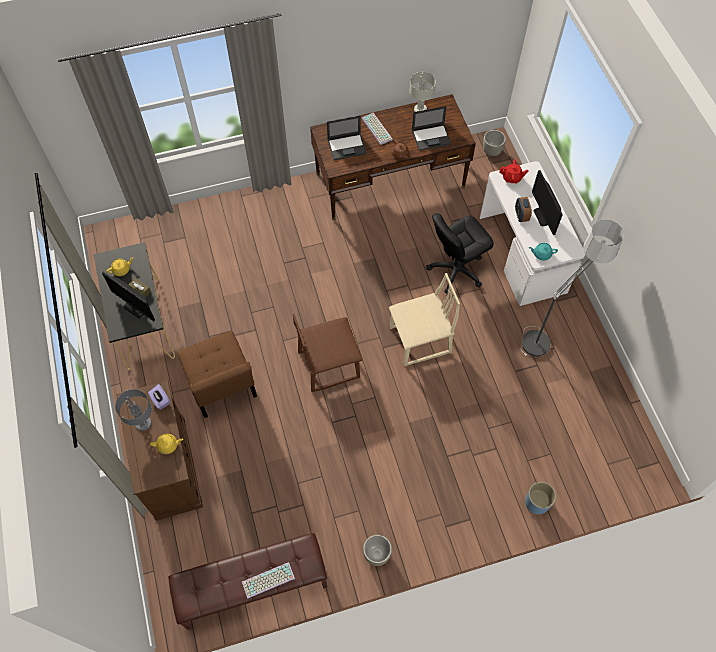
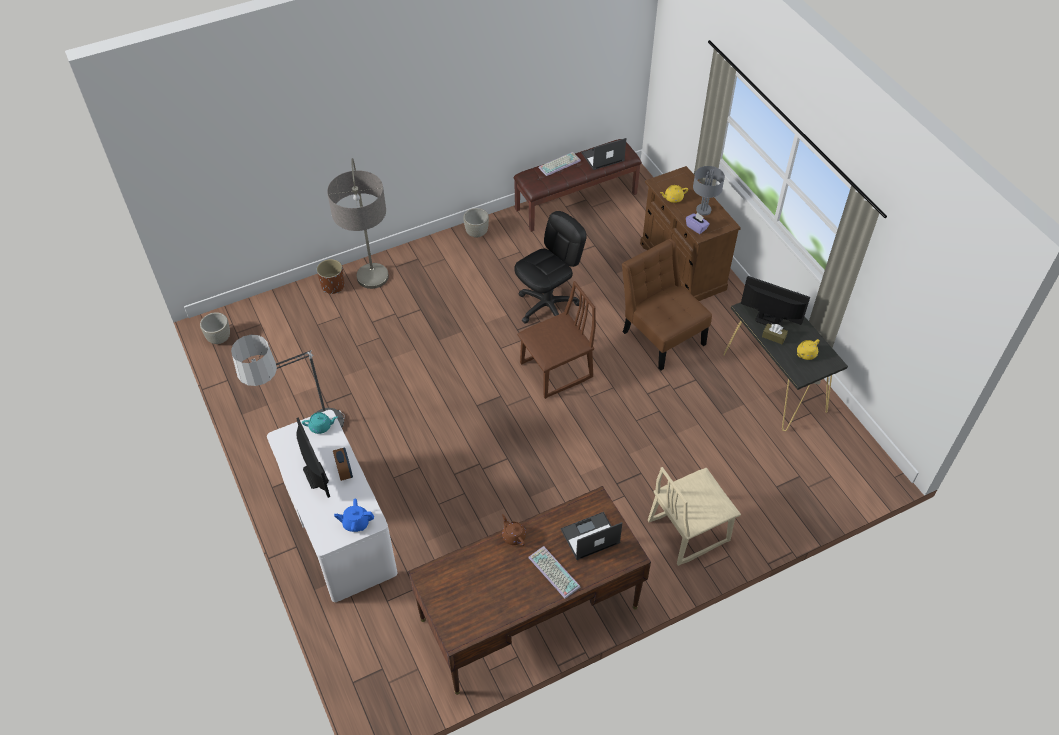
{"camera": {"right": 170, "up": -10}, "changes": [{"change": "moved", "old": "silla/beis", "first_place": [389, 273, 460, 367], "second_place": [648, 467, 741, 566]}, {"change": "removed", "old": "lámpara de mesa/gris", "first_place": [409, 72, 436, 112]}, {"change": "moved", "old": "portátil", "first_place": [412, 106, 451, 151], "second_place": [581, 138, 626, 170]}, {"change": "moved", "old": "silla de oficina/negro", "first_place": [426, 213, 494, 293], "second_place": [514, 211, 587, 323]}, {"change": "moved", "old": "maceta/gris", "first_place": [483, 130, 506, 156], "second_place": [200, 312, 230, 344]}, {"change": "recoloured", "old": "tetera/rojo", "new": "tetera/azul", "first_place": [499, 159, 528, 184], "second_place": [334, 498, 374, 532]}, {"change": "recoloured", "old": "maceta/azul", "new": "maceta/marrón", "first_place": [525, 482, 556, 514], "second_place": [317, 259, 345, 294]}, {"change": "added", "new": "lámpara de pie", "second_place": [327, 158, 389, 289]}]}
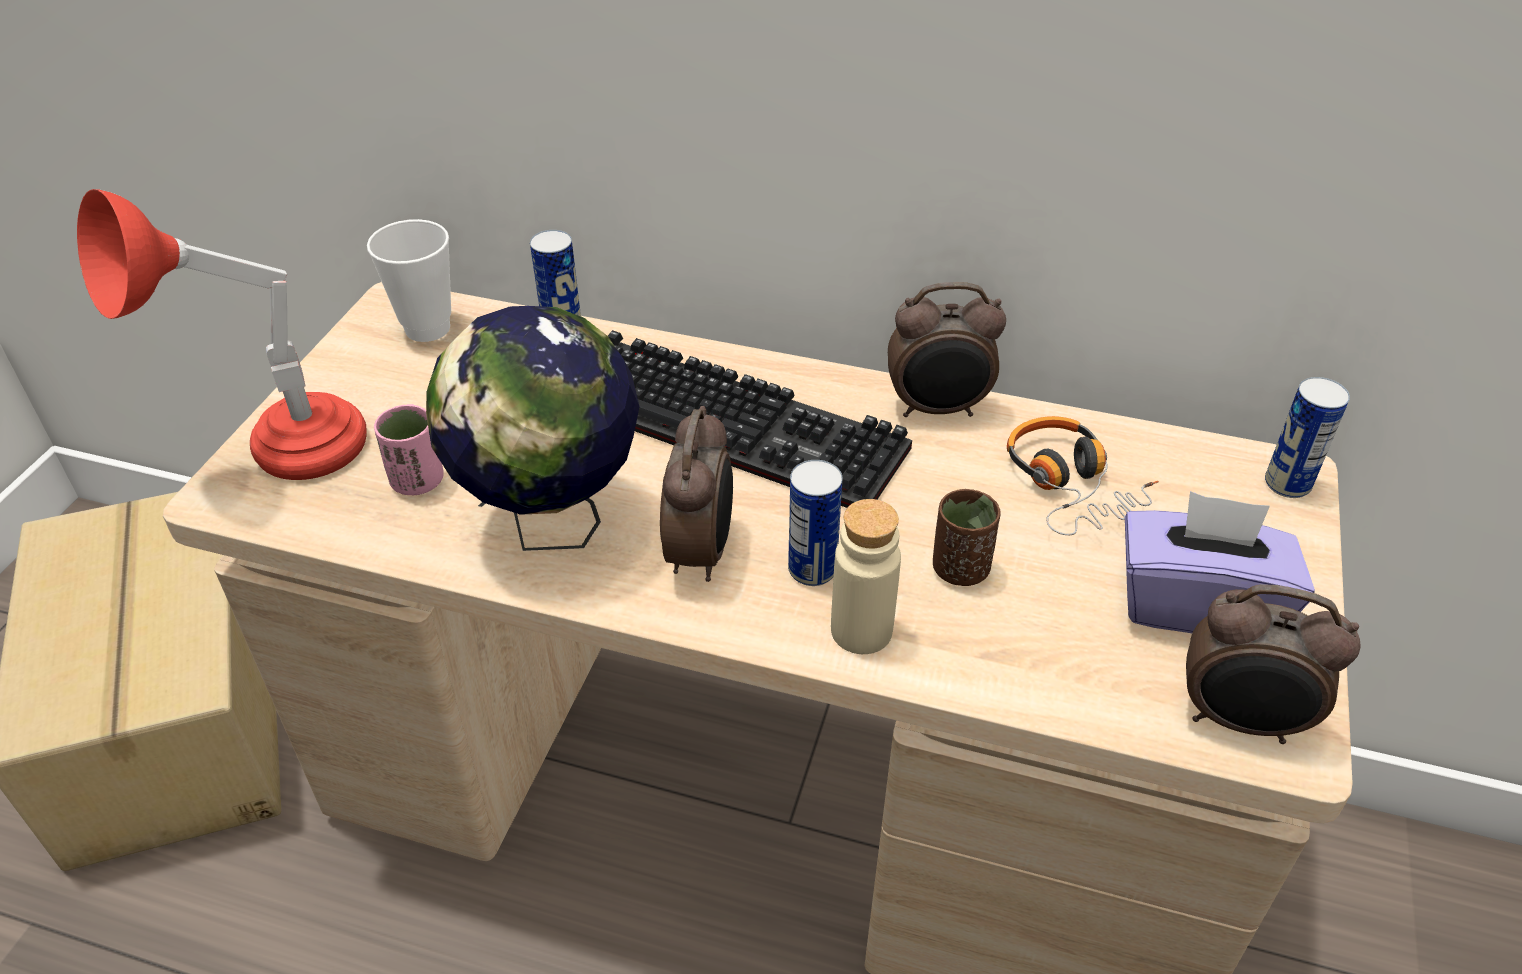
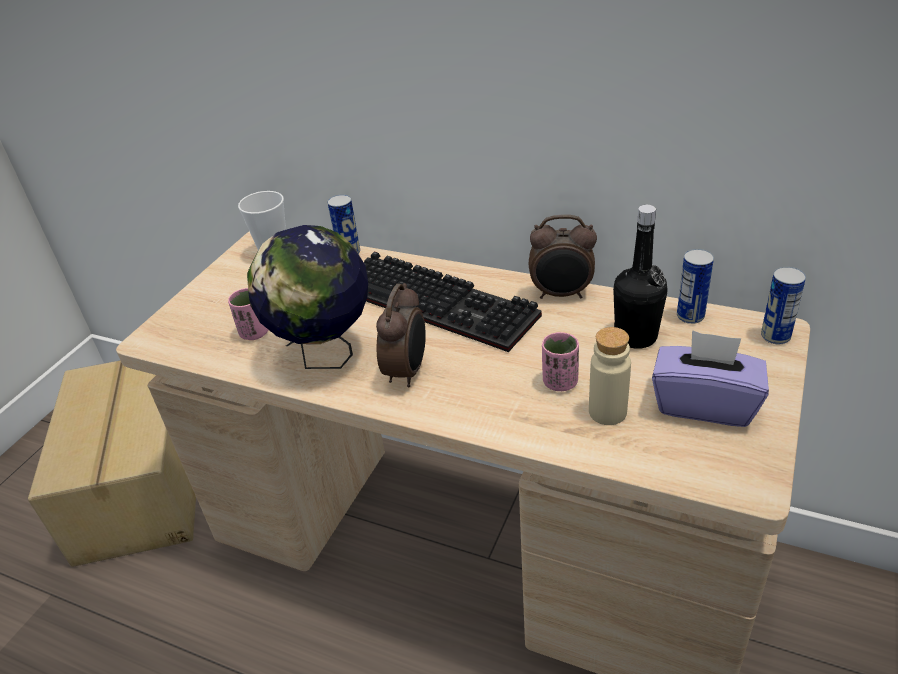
{"camera": {"right": 10, "up": -5}, "changes": [{"change": "removed", "old": "lámpara de mesa/rojo", "first_place": [77, 189, 366, 480]}, {"change": "moved", "old": "lata", "first_place": [788, 460, 843, 586], "second_place": [677, 249, 714, 324]}, {"change": "moved", "old": "botella/beis", "first_place": [831, 499, 901, 654], "second_place": [589, 327, 631, 425]}, {"change": "recoloured", "old": "taza/marrón", "new": "taza/rosa", "first_place": [933, 489, 1001, 586], "second_place": [542, 332, 579, 391]}, {"change": "replaced", "old": "auriculares", "new": "botella/negro", "first_place": [1007, 416, 1159, 535], "second_place": [613, 205, 668, 349]}, {"change": "removed", "old": "despertador", "first_place": [1186, 584, 1361, 744]}]}
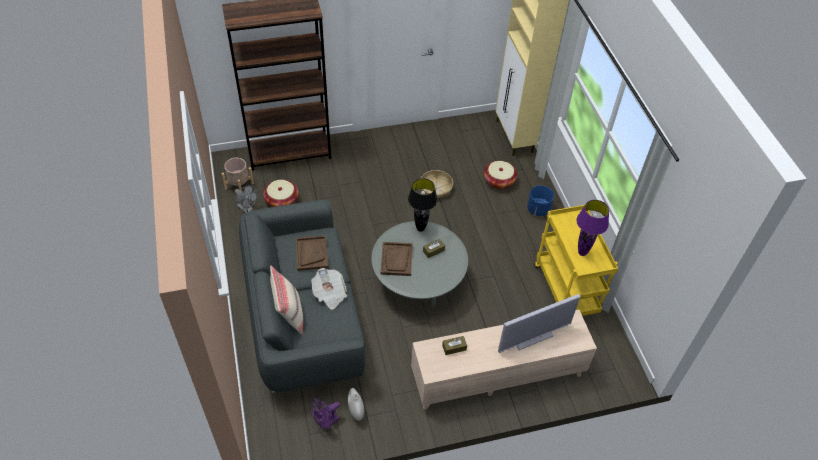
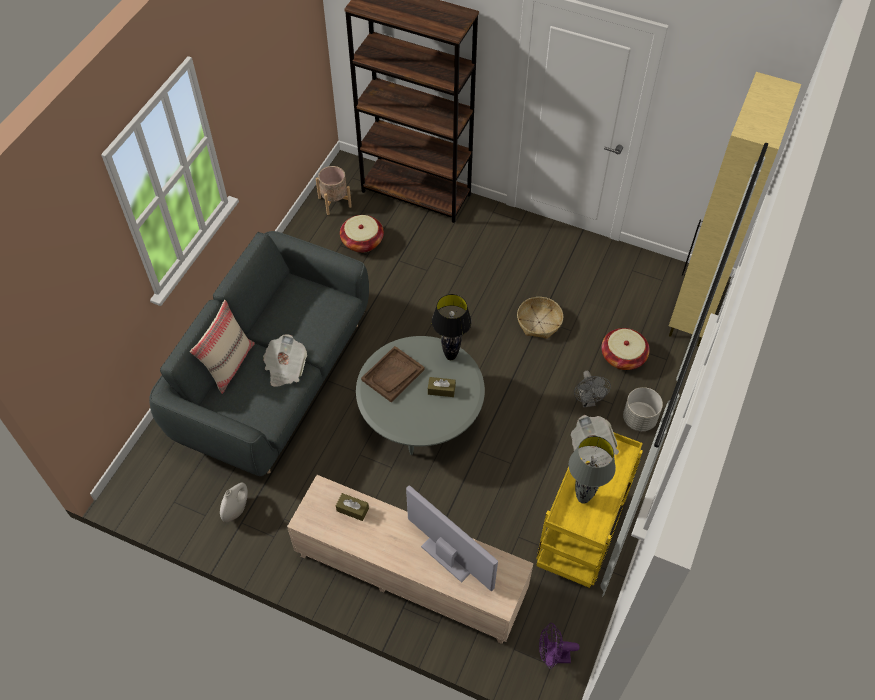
{"camera": {"right": 40, "up": 5}, "changes": [{"change": "moved", "old": "ventilador/gris", "first_place": [235, 185, 258, 213], "second_place": [574, 371, 611, 408]}, {"change": "removed", "old": "bandeja/marrón", "first_place": [296, 235, 329, 271]}, {"change": "moved", "old": "ventilador/morado", "first_place": [311, 398, 340, 430], "second_place": [539, 623, 580, 669]}, {"change": "turned", "old": "televisor", "first_place": [498, 294, 580, 353], "second_place": [406, 485, 498, 591], "degrees": -150}, {"change": "recoloured", "old": "maceta/azul", "new": "maceta/gris", "first_place": [527, 185, 554, 216], "second_place": [623, 387, 663, 431]}, {"change": "recoloured", "old": "lámpara de mesa/morado", "new": "lámpara de mesa/gris", "first_place": [576, 200, 609, 256], "second_place": [569, 436, 616, 504]}, {"change": "added", "new": "periódico", "second_place": [571, 415, 619, 467]}]}
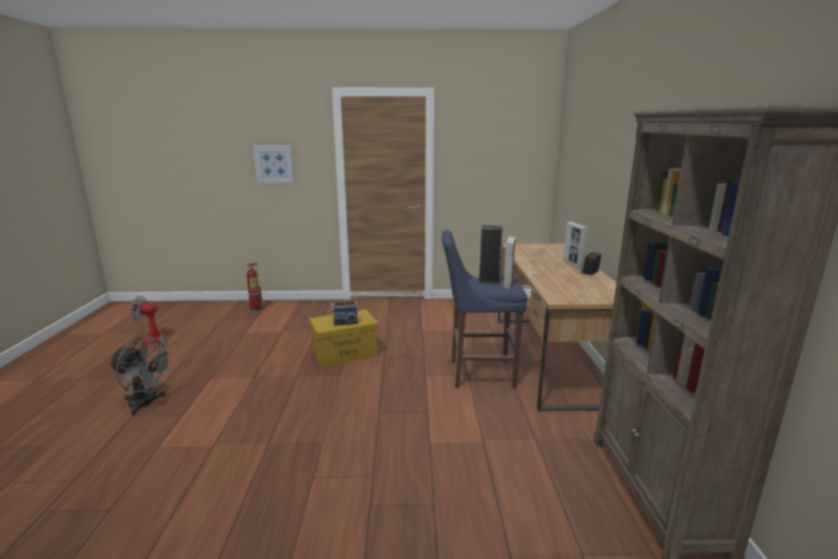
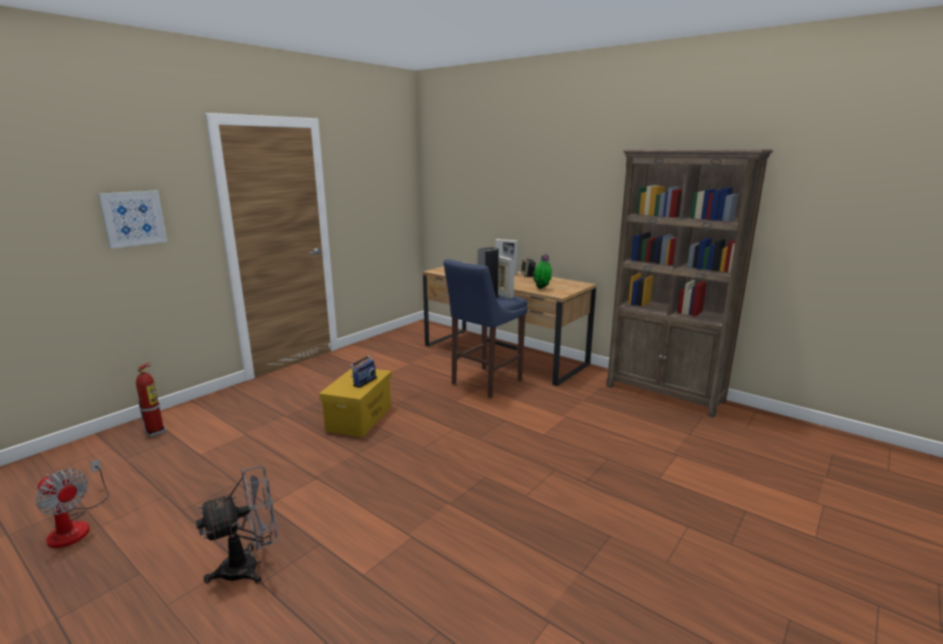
{"camera": {"right": -50, "up": 0}, "changes": [{"change": "turned", "old": "ventilador", "first_place": [130, 296, 170, 355], "second_place": [36, 458, 109, 548], "degrees": -105}, {"change": "added", "new": "planta en maceta", "second_place": [533, 254, 552, 289]}]}
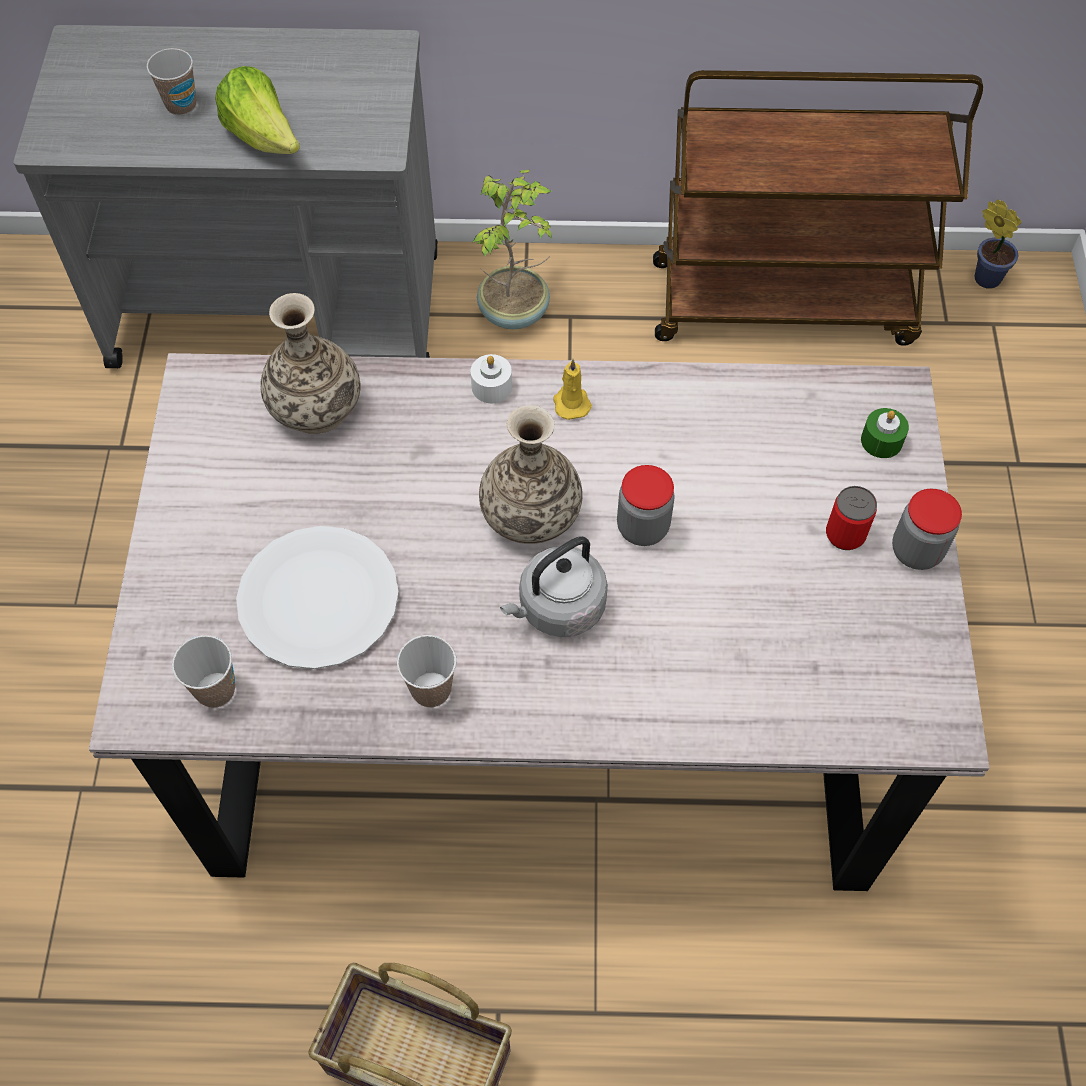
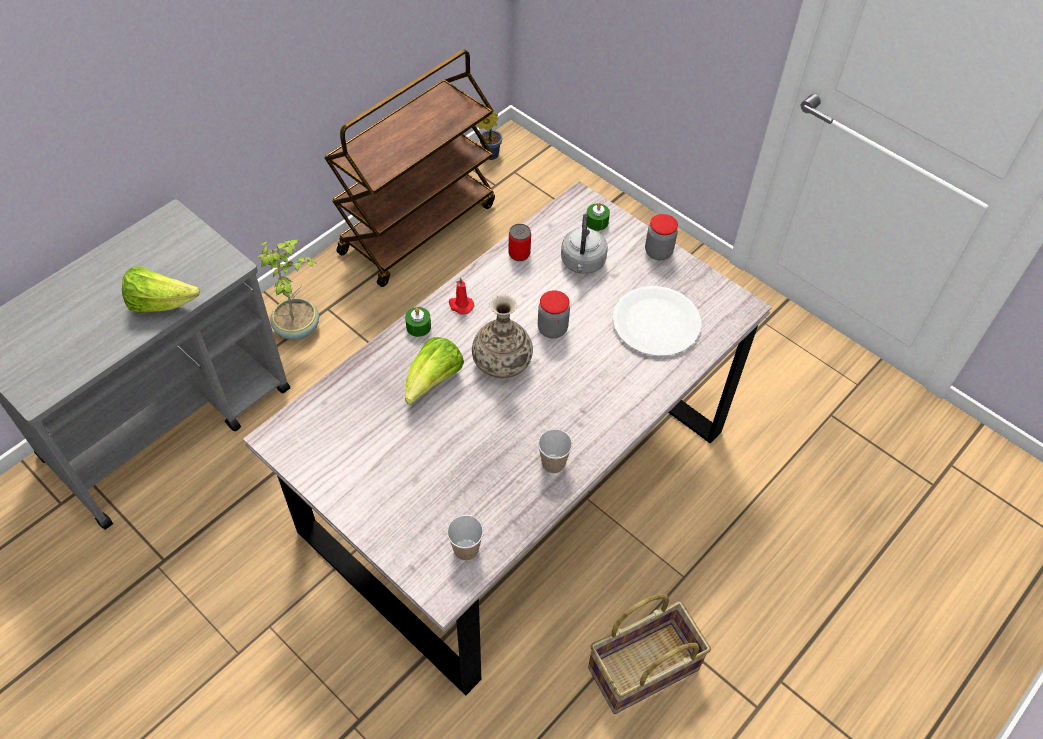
{"camera": {"right": -50, "up": -5}, "changes": [{"change": "removed", "old": "taza", "first_place": [147, 48, 196, 115]}, {"change": "moved", "old": "plato/blanco", "first_place": [236, 526, 399, 669], "second_place": [612, 286, 702, 356]}, {"change": "removed", "old": "florero", "first_place": [260, 293, 361, 434]}, {"change": "recoloured", "old": "vela/blanco", "new": "vela/verde", "first_place": [471, 354, 512, 403], "second_place": [405, 307, 431, 337]}, {"change": "moved", "old": "hervidor/gris", "first_place": [500, 536, 608, 637], "second_place": [561, 214, 608, 274]}, {"change": "recoloured", "old": "vela/amarillo", "new": "vela/rojo", "first_place": [553, 359, 592, 420], "second_place": [449, 277, 474, 315]}, {"change": "moved", "old": "lata", "first_place": [826, 486, 877, 550], "second_place": [508, 224, 531, 261]}, {"change": "added", "new": "lechuga", "second_place": [405, 337, 464, 405]}]}
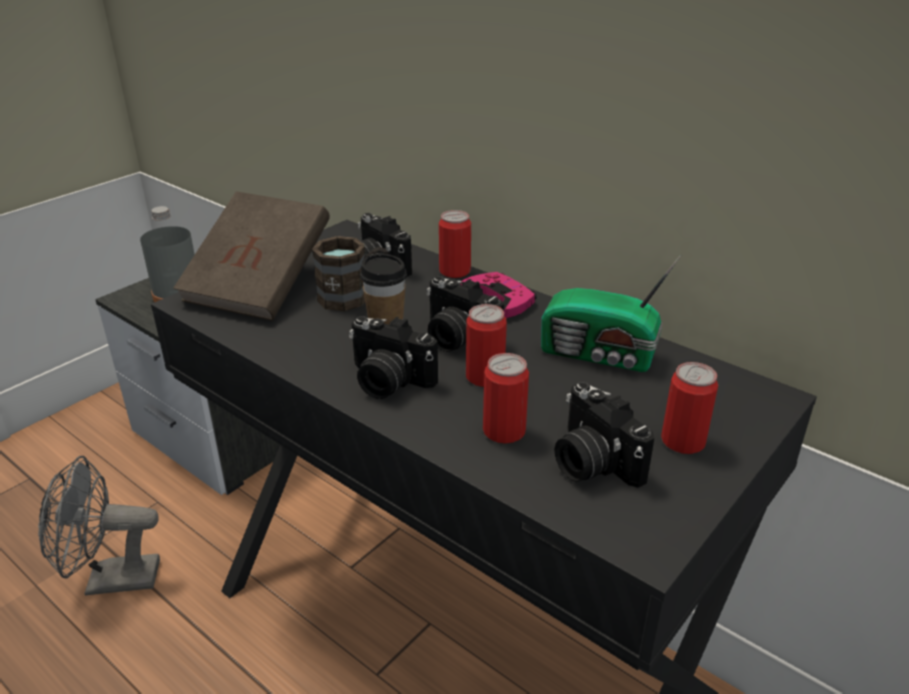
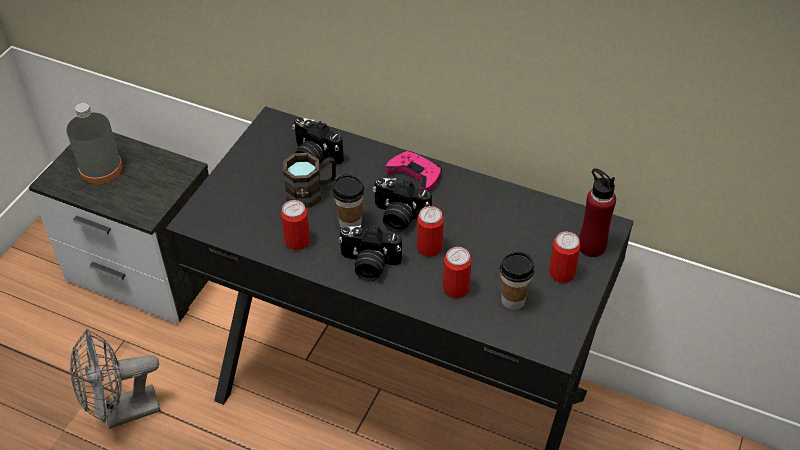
{"camera": {"right": -15, "up": 15}, "changes": [{"change": "removed", "old": "libro/marrón", "first_place": [173, 191, 330, 321]}, {"change": "moved", "old": "lata", "first_place": [439, 210, 471, 278], "second_place": [281, 200, 310, 250]}, {"change": "removed", "old": "radio", "first_place": [541, 255, 681, 372]}, {"change": "replaced", "old": "cámara", "new": "taza", "first_place": [554, 382, 654, 488], "second_place": [500, 251, 535, 310]}, {"change": "added", "new": "botella/rojo", "second_place": [579, 168, 616, 257]}]}
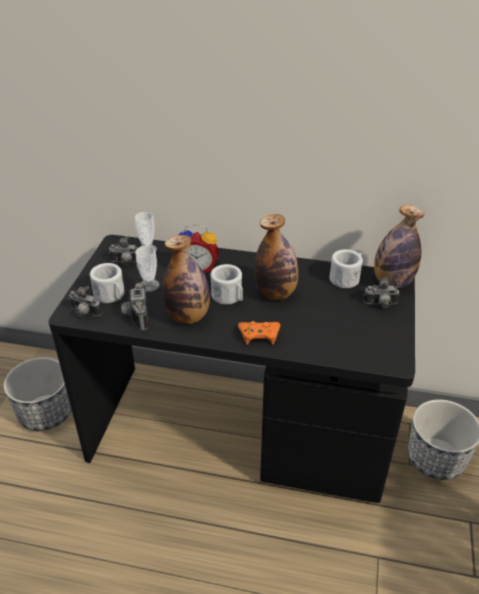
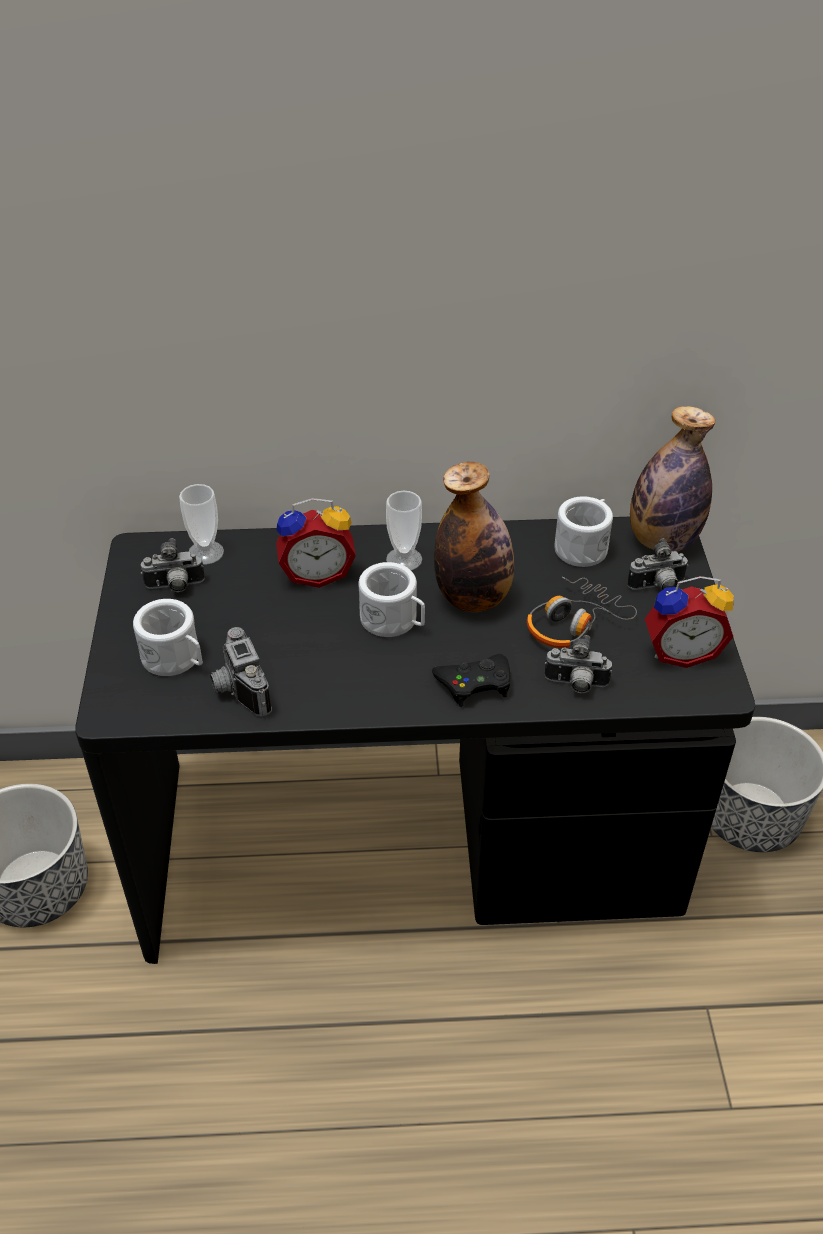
{"camera": {"right": -15, "up": 5}, "changes": [{"change": "moved", "old": "cámara", "first_place": [69, 286, 102, 317], "second_place": [545, 635, 612, 693]}, {"change": "moved", "old": "taza", "first_place": [136, 246, 159, 292], "second_place": [386, 491, 422, 571]}, {"change": "removed", "old": "botella", "first_place": [163, 235, 210, 324]}, {"change": "recoloured", "old": "mando de consola/naranja", "new": "mando de consola/negro", "first_place": [238, 321, 281, 345], "second_place": [432, 654, 510, 707]}, {"change": "added", "new": "auriculares", "second_place": [527, 576, 637, 648]}, {"change": "added", "new": "despertador", "second_place": [645, 576, 734, 668]}]}
